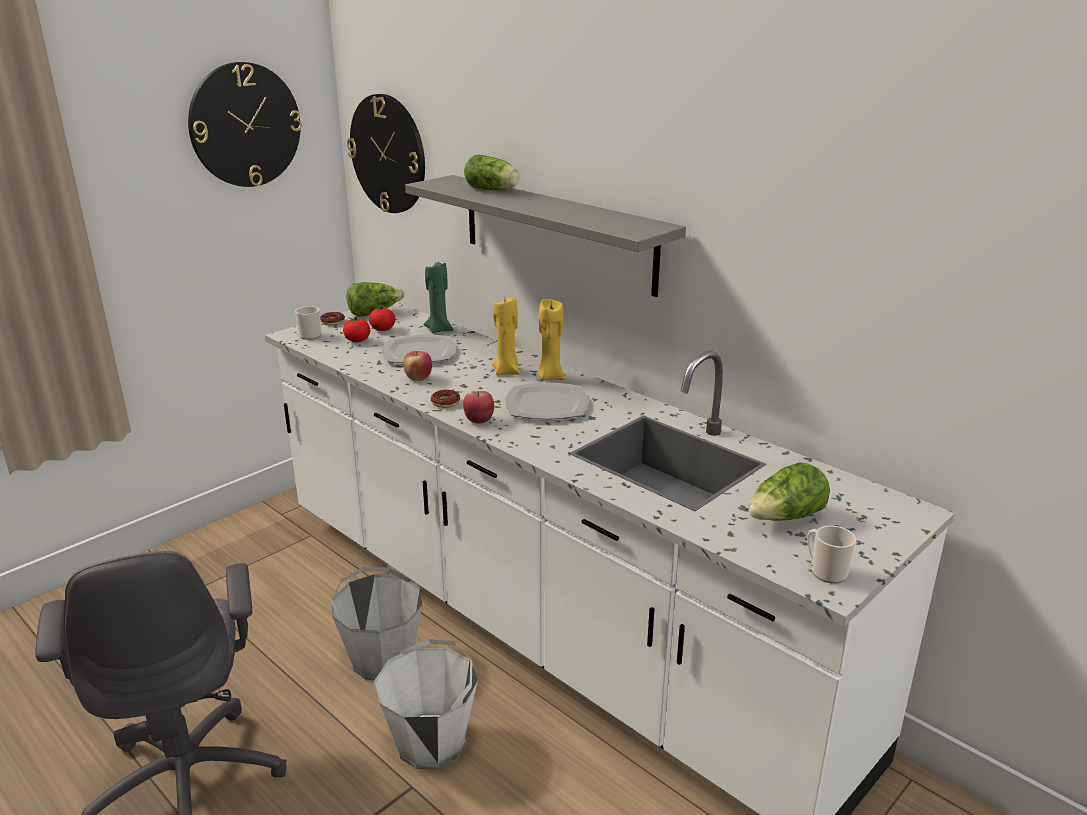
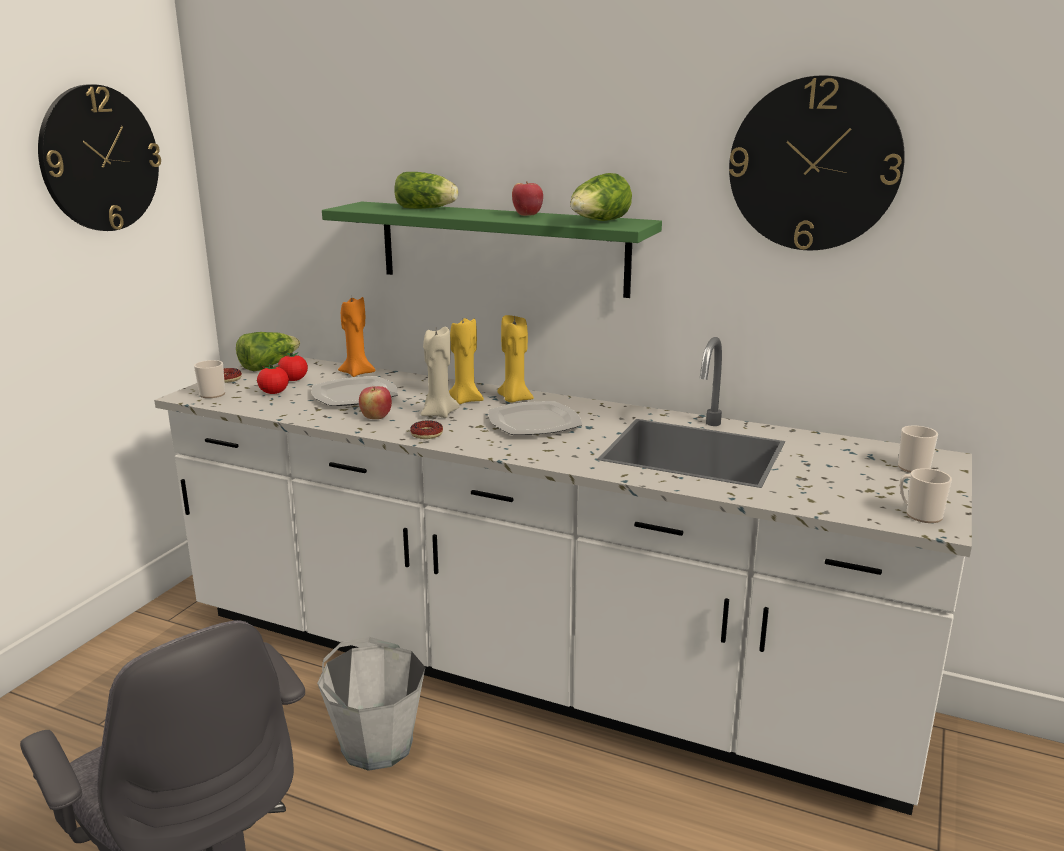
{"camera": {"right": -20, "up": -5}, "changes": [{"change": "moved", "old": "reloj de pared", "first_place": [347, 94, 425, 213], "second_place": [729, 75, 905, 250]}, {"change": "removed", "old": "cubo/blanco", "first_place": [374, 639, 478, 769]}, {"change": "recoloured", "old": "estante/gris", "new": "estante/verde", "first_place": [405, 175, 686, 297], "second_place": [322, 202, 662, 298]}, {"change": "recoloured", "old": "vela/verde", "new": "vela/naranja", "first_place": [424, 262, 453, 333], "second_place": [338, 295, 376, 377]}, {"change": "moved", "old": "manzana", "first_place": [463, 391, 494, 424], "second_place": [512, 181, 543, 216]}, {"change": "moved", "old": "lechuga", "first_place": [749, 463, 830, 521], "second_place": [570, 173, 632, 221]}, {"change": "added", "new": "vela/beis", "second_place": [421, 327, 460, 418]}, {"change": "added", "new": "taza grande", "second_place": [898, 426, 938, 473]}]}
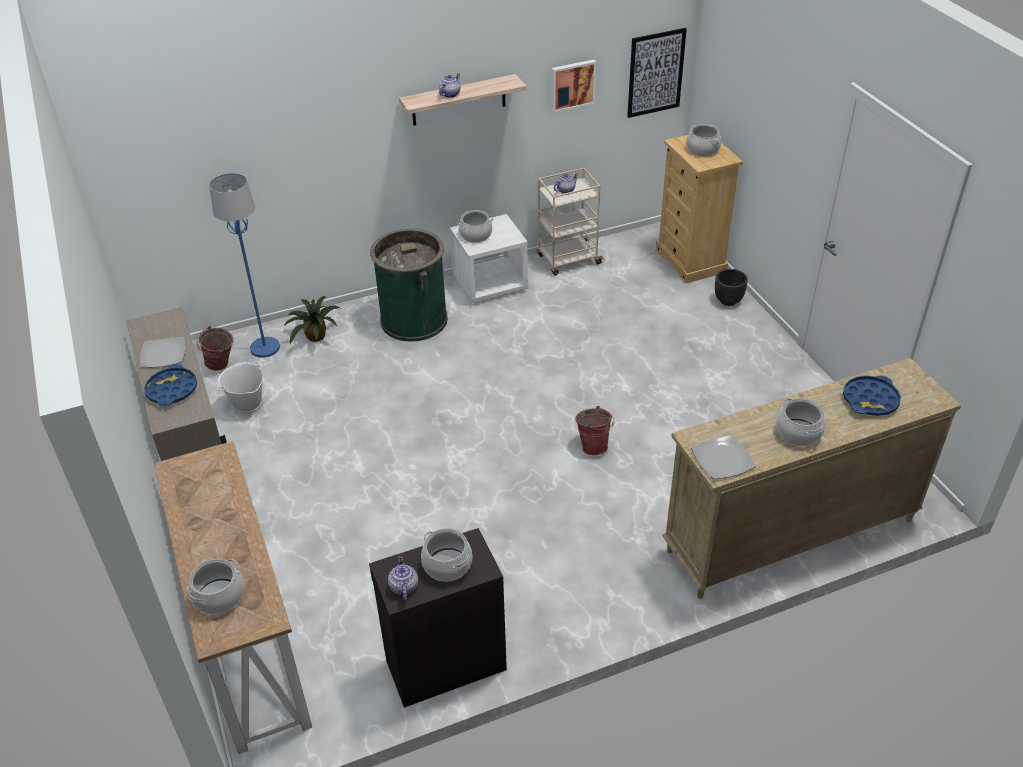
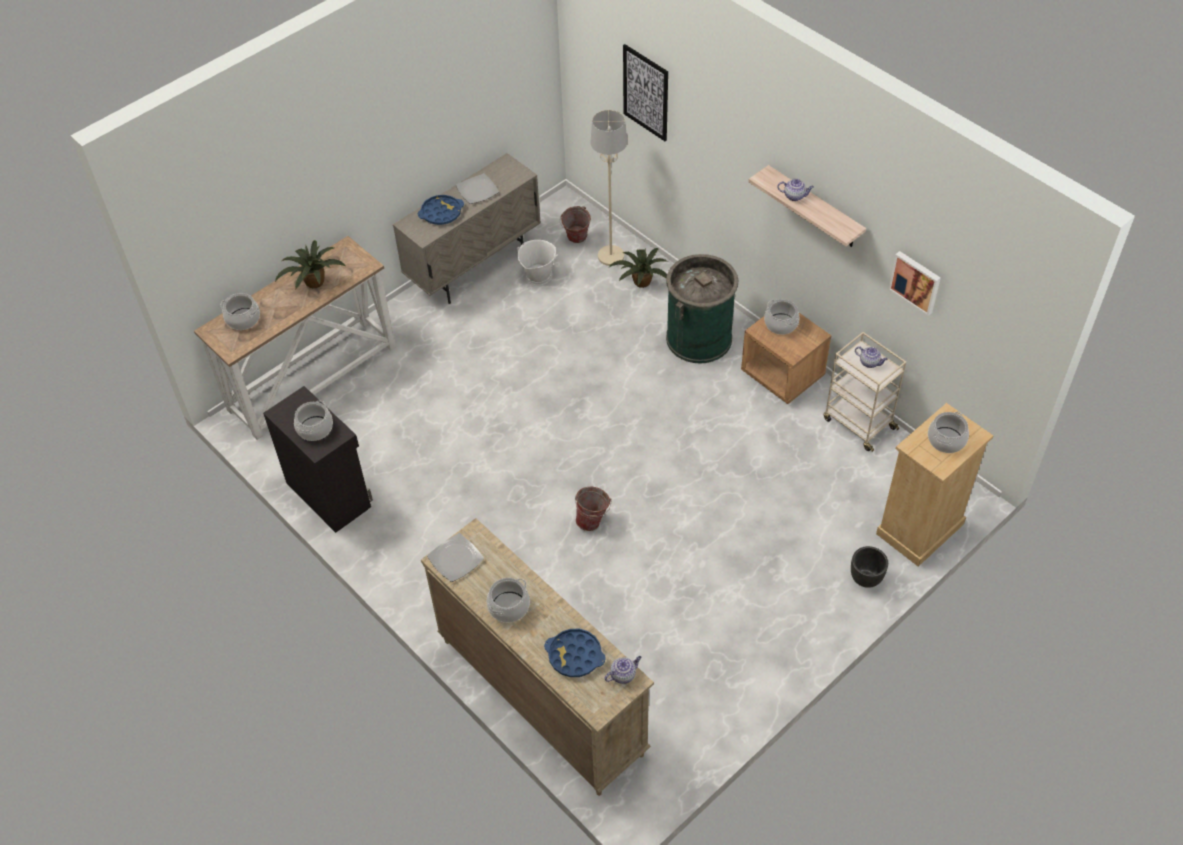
{"camera": {"right": 70, "up": 10}, "changes": [{"change": "recoloured", "old": "lámpara de pie/azul", "new": "lámpara de pie/beis", "first_place": [209, 173, 280, 358], "second_place": [590, 110, 627, 266]}, {"change": "moved", "old": "tetera", "first_place": [388, 555, 418, 600], "second_place": [604, 656, 641, 684]}, {"change": "recoloured", "old": "mesita de noche/blanco", "new": "mesita de noche/marrón", "first_place": [450, 214, 528, 303], "second_place": [741, 313, 831, 404]}, {"change": "moved", "old": "cuadro", "first_place": [627, 28, 687, 118], "second_place": [623, 44, 668, 141]}, {"change": "added", "new": "planta en maceta", "second_place": [275, 240, 346, 289]}]}
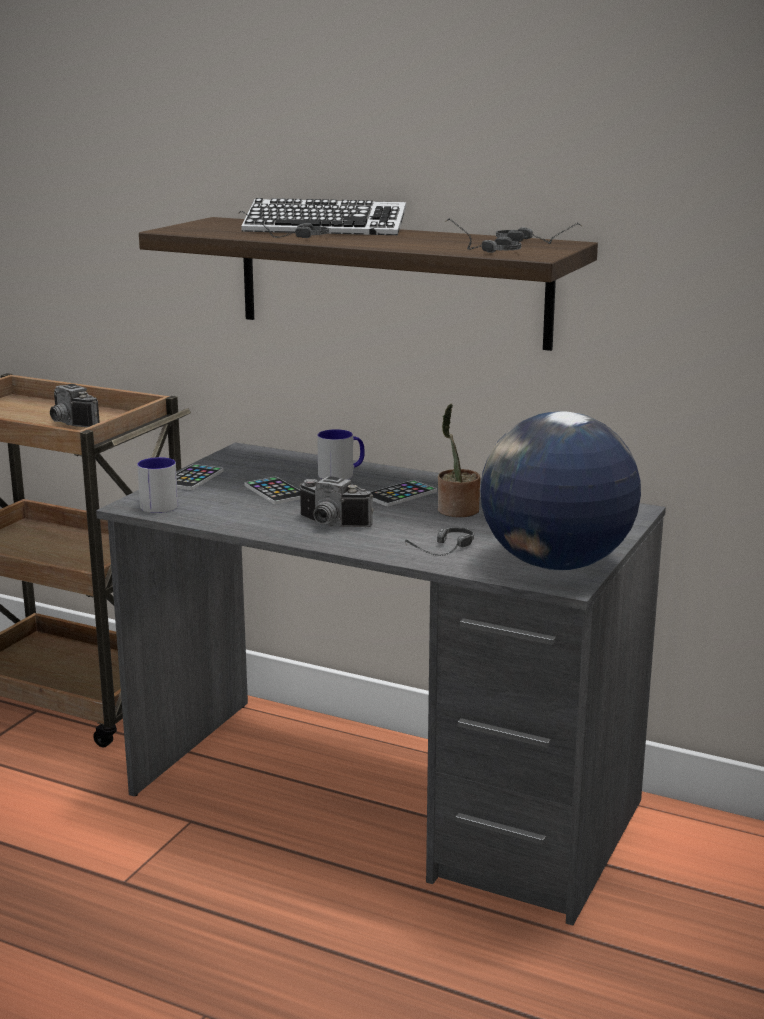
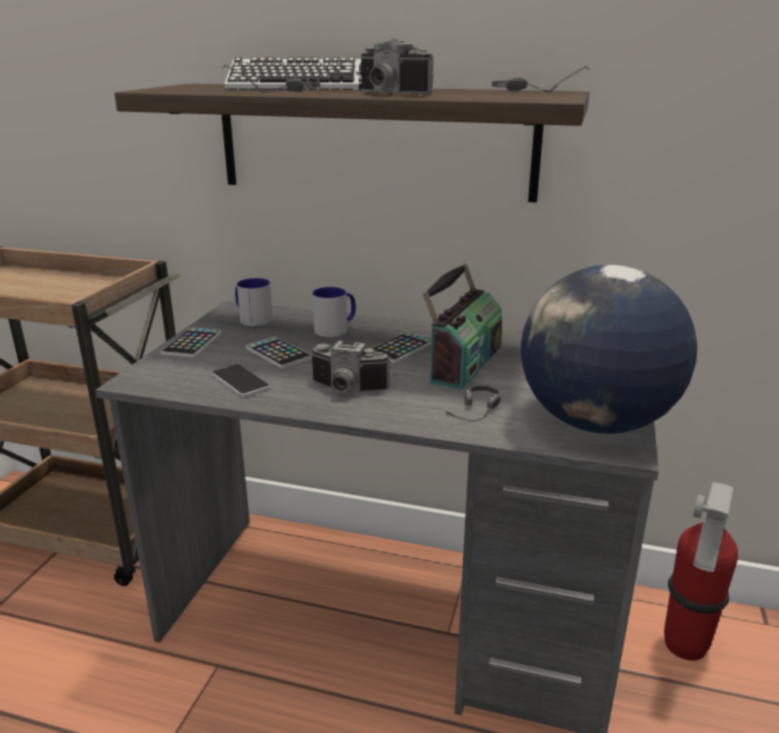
{"camera": {"right": -10, "up": 5}, "changes": [{"change": "moved", "old": "cámara", "first_place": [50, 384, 100, 427], "second_place": [360, 39, 434, 95]}, {"change": "moved", "old": "taza grande", "first_place": [137, 457, 178, 513], "second_place": [235, 278, 273, 326]}, {"change": "replaced", "old": "planta en maceta", "new": "radio", "first_place": [438, 404, 481, 517], "second_place": [423, 263, 502, 390]}, {"change": "removed", "old": "auriculares", "first_place": [445, 219, 521, 253]}, {"change": "added", "new": "móvil", "second_place": [212, 364, 270, 397]}, {"change": "added", "new": "extintor", "second_place": [664, 482, 738, 661]}]}
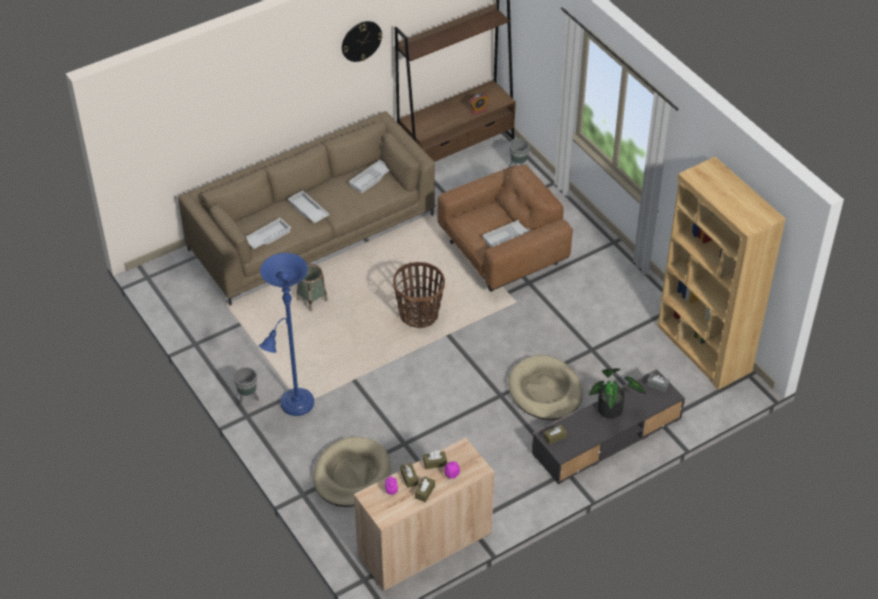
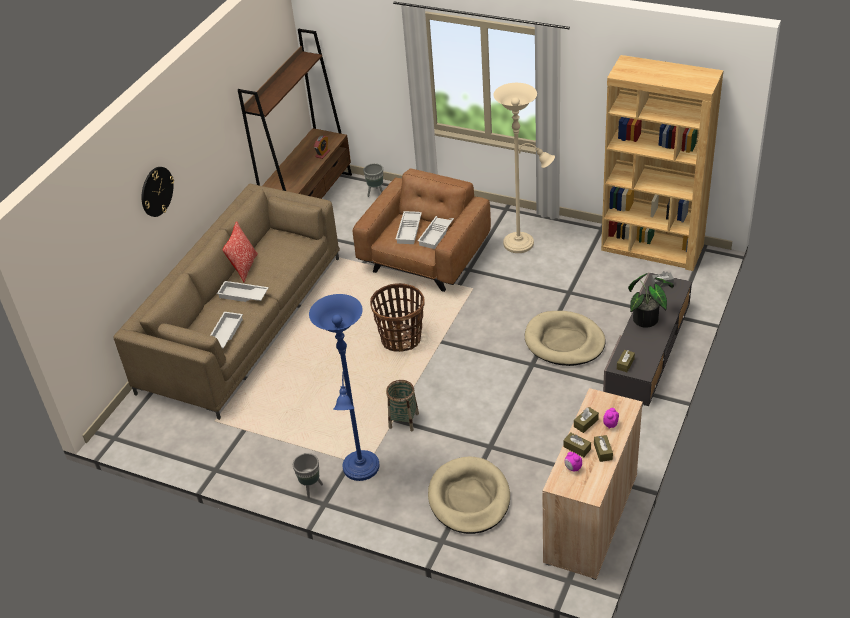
{"camera": {"right": -30, "up": -5}, "changes": [{"change": "moved", "old": "cesta", "first_place": [296, 264, 328, 311], "second_place": [386, 380, 419, 432]}, {"change": "moved", "old": "reloj de pared", "first_place": [342, 21, 383, 62], "second_place": [142, 167, 174, 217]}, {"change": "moved", "old": "bandeja/blanco", "first_place": [348, 160, 390, 194], "second_place": [395, 211, 422, 244]}, {"change": "added", "new": "cojín", "second_place": [223, 221, 258, 283]}, {"change": "added", "new": "lámpara de pie/beis", "second_place": [493, 83, 555, 253]}]}
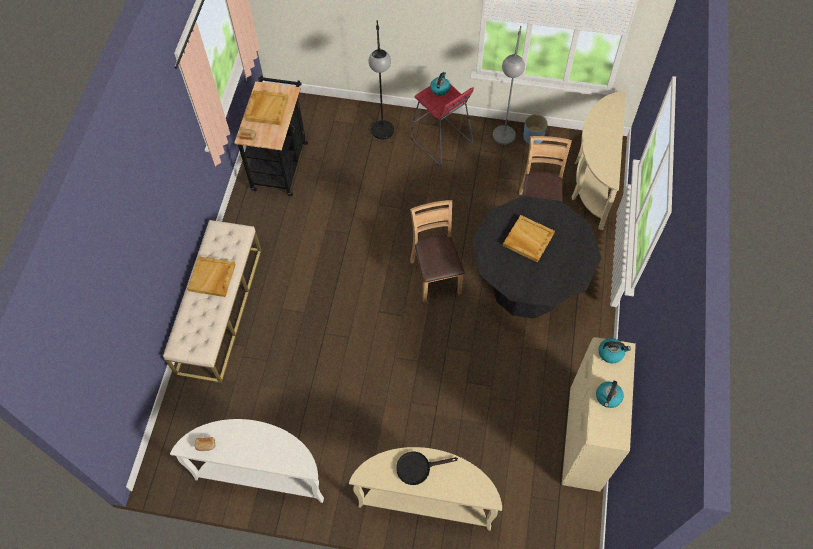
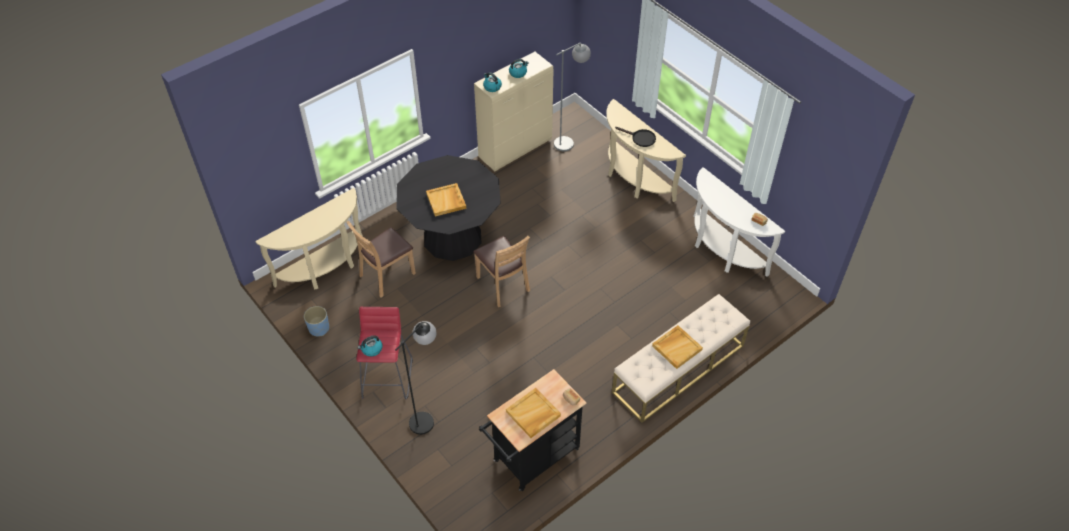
{"camera": {"right": -140, "up": -10}, "changes": [{"change": "turned", "old": "silla/marrón", "first_place": [410, 200, 465, 302], "second_place": [473, 236, 530, 307], "degrees": -60}, {"change": "moved", "old": "lámpara de pie/gris", "first_place": [493, 26, 525, 145], "second_place": [554, 43, 591, 151]}]}
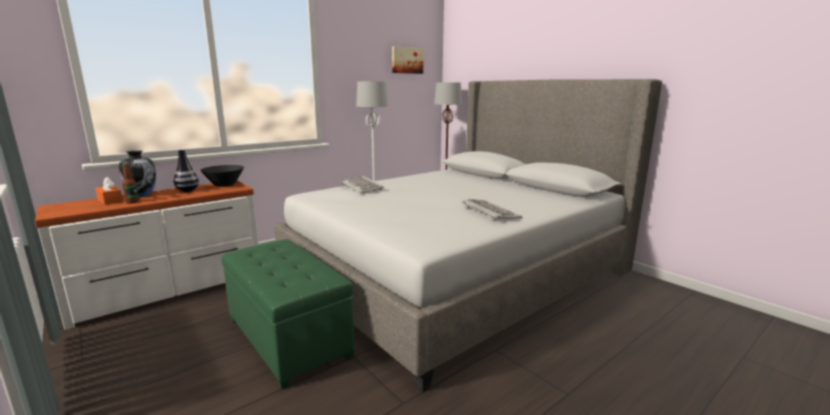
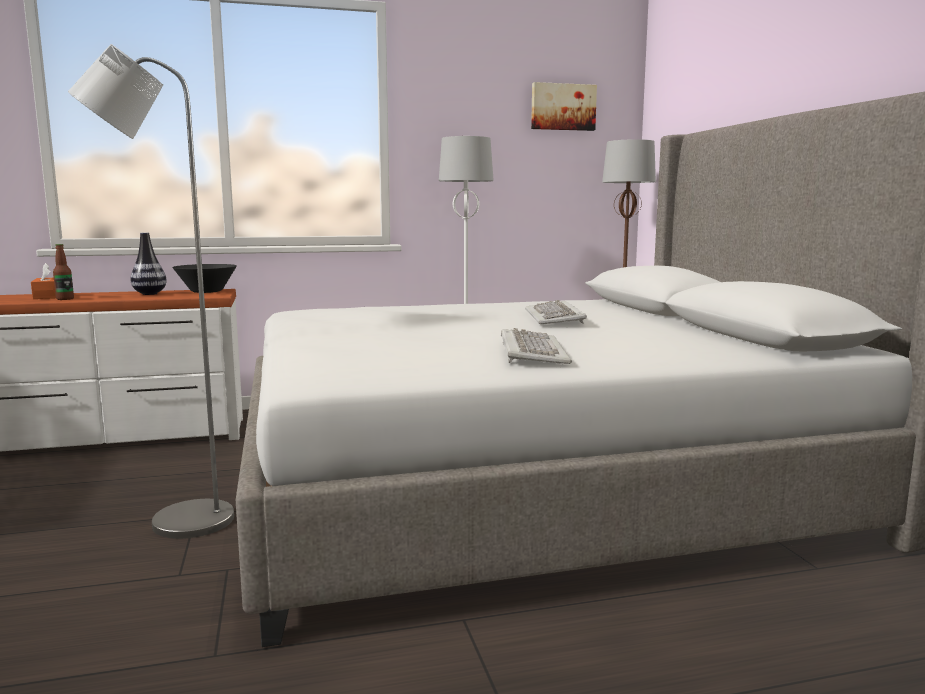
{"camera": {"right": 25, "up": -5}, "changes": [{"change": "removed", "old": "florero", "first_place": [119, 151, 156, 197]}, {"change": "replaced", "old": "puf/verde", "new": "lámpara de pie/gris", "first_place": [221, 239, 355, 389], "second_place": [68, 44, 234, 539]}, {"change": "moved", "old": "teclado", "first_place": [343, 176, 384, 193], "second_place": [525, 300, 587, 324]}]}
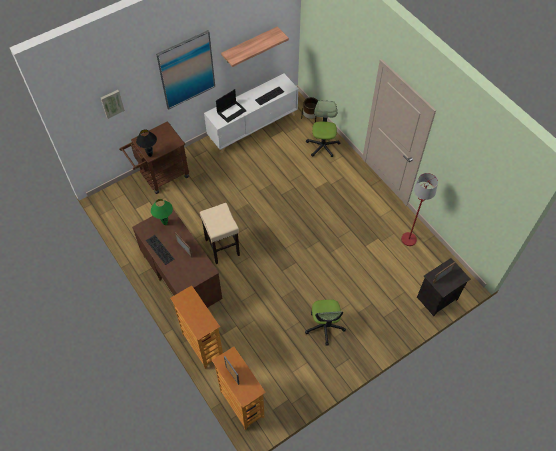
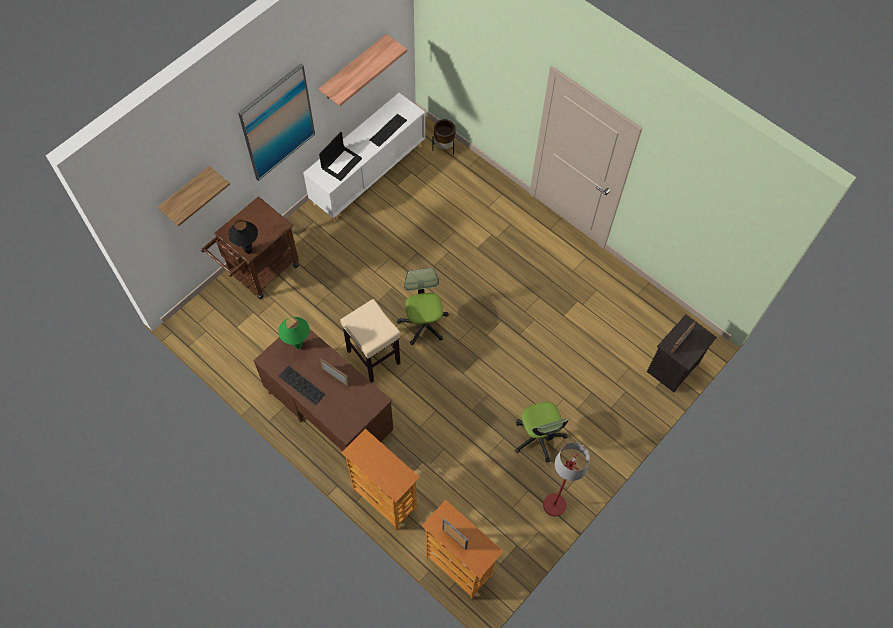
{"camera": {"right": -15, "up": 5}, "changes": [{"change": "replaced", "old": "cuadro", "new": "estante", "first_place": [101, 90, 125, 119], "second_place": [158, 166, 230, 226]}, {"change": "moved", "old": "silla de oficina", "first_place": [306, 101, 341, 157], "second_place": [397, 268, 449, 345]}, {"change": "moved", "old": "lámpara de pie/rojo", "first_place": [401, 173, 438, 246], "second_place": [543, 442, 590, 516]}]}
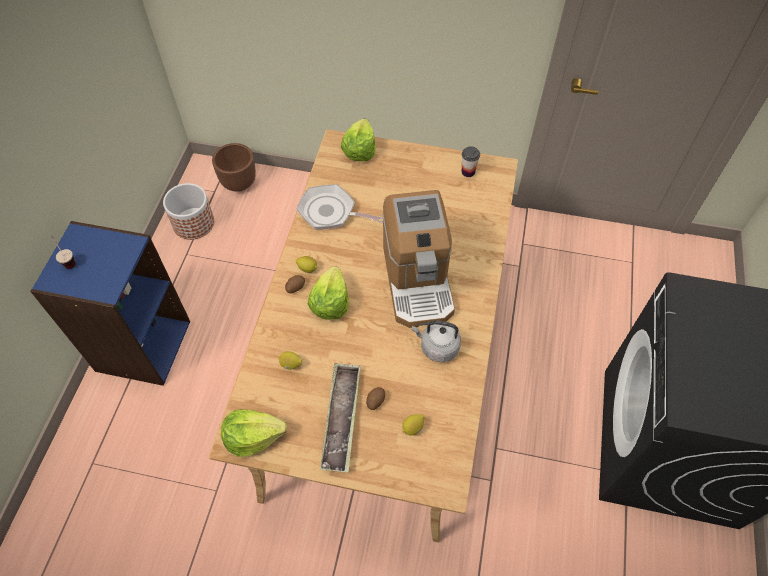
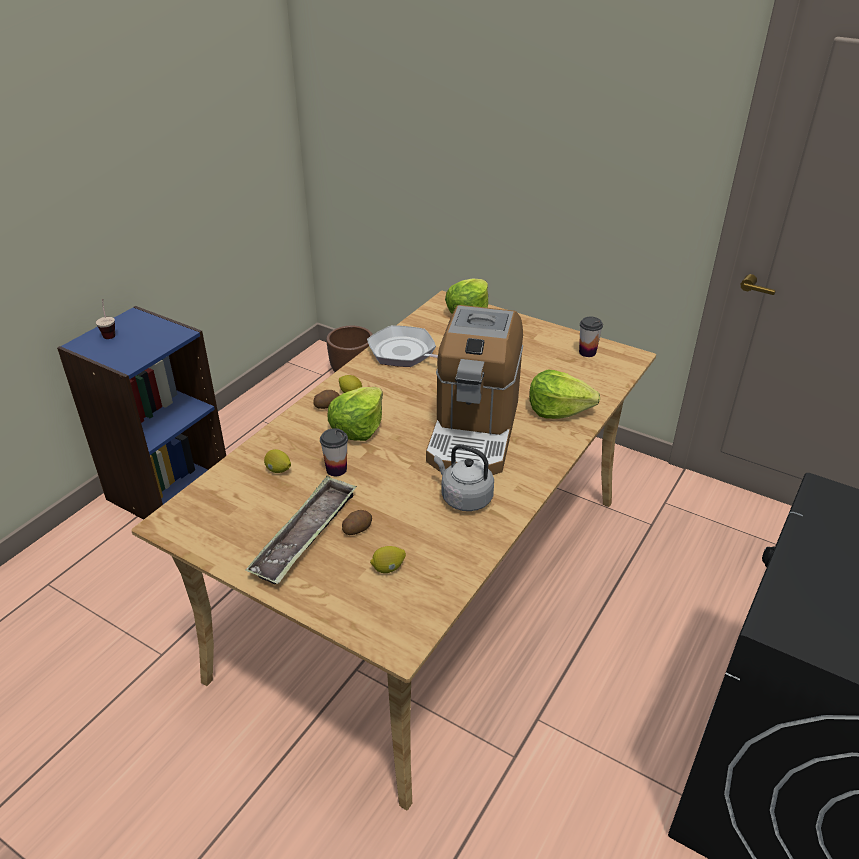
{"camera": {"right": 20, "up": -20}, "changes": [{"change": "removed", "old": "maceta", "first_place": [163, 183, 214, 240]}, {"change": "moved", "old": "lechuga", "first_place": [221, 409, 287, 457], "second_place": [529, 369, 600, 419]}, {"change": "added", "new": "taza", "second_place": [320, 428, 348, 476]}]}
